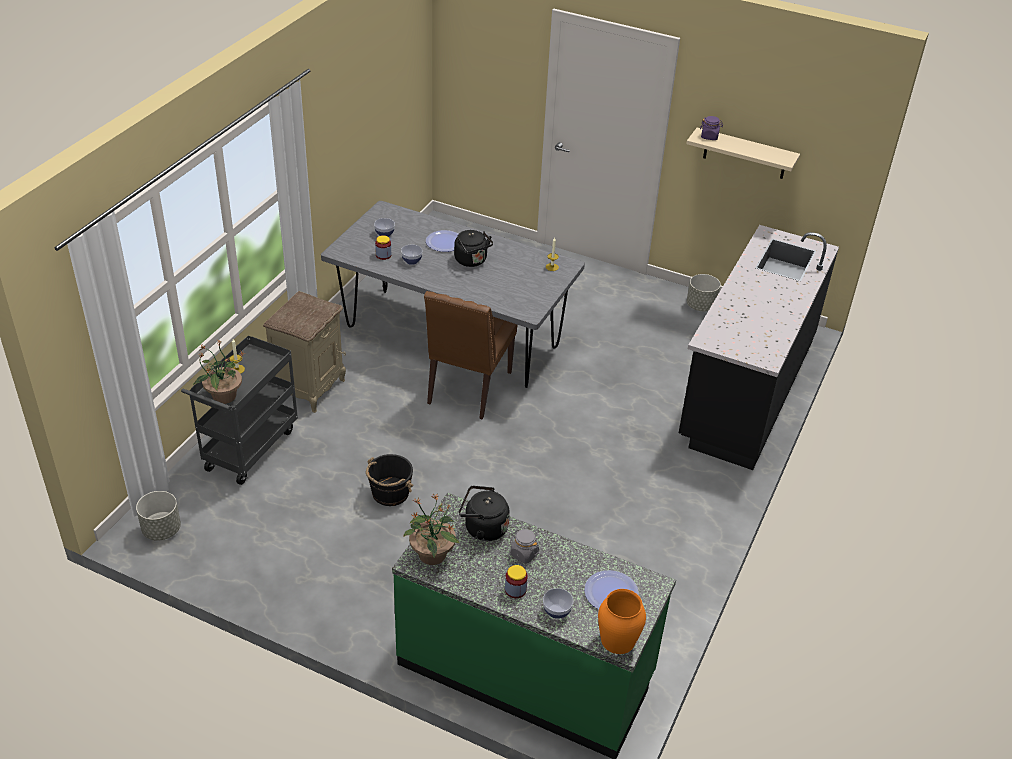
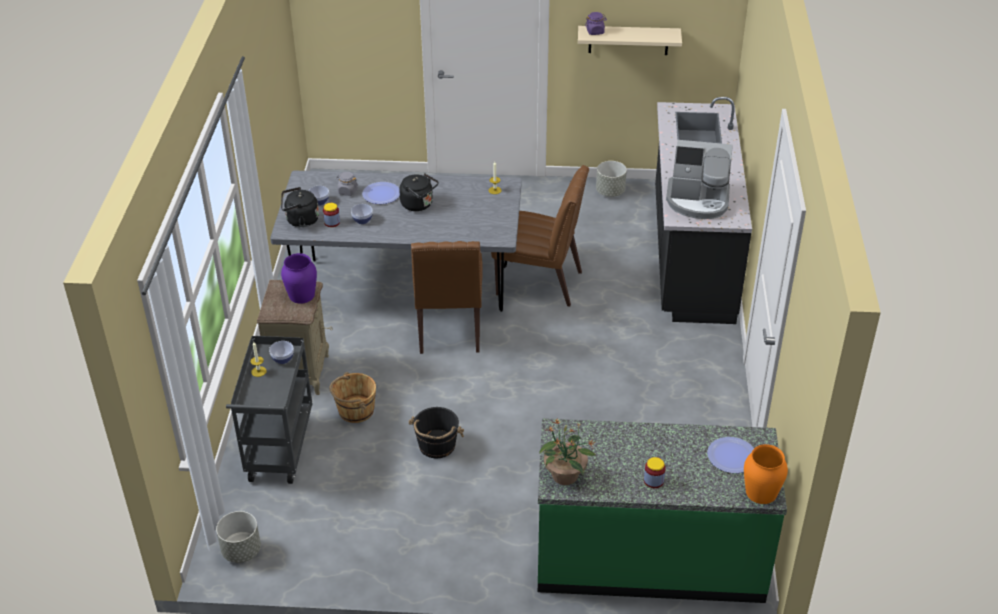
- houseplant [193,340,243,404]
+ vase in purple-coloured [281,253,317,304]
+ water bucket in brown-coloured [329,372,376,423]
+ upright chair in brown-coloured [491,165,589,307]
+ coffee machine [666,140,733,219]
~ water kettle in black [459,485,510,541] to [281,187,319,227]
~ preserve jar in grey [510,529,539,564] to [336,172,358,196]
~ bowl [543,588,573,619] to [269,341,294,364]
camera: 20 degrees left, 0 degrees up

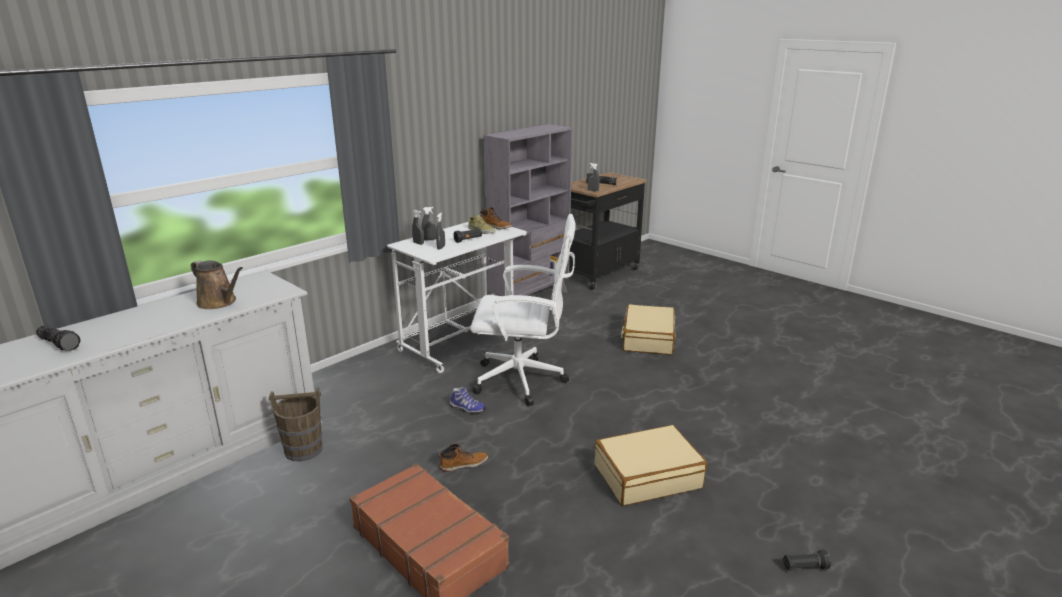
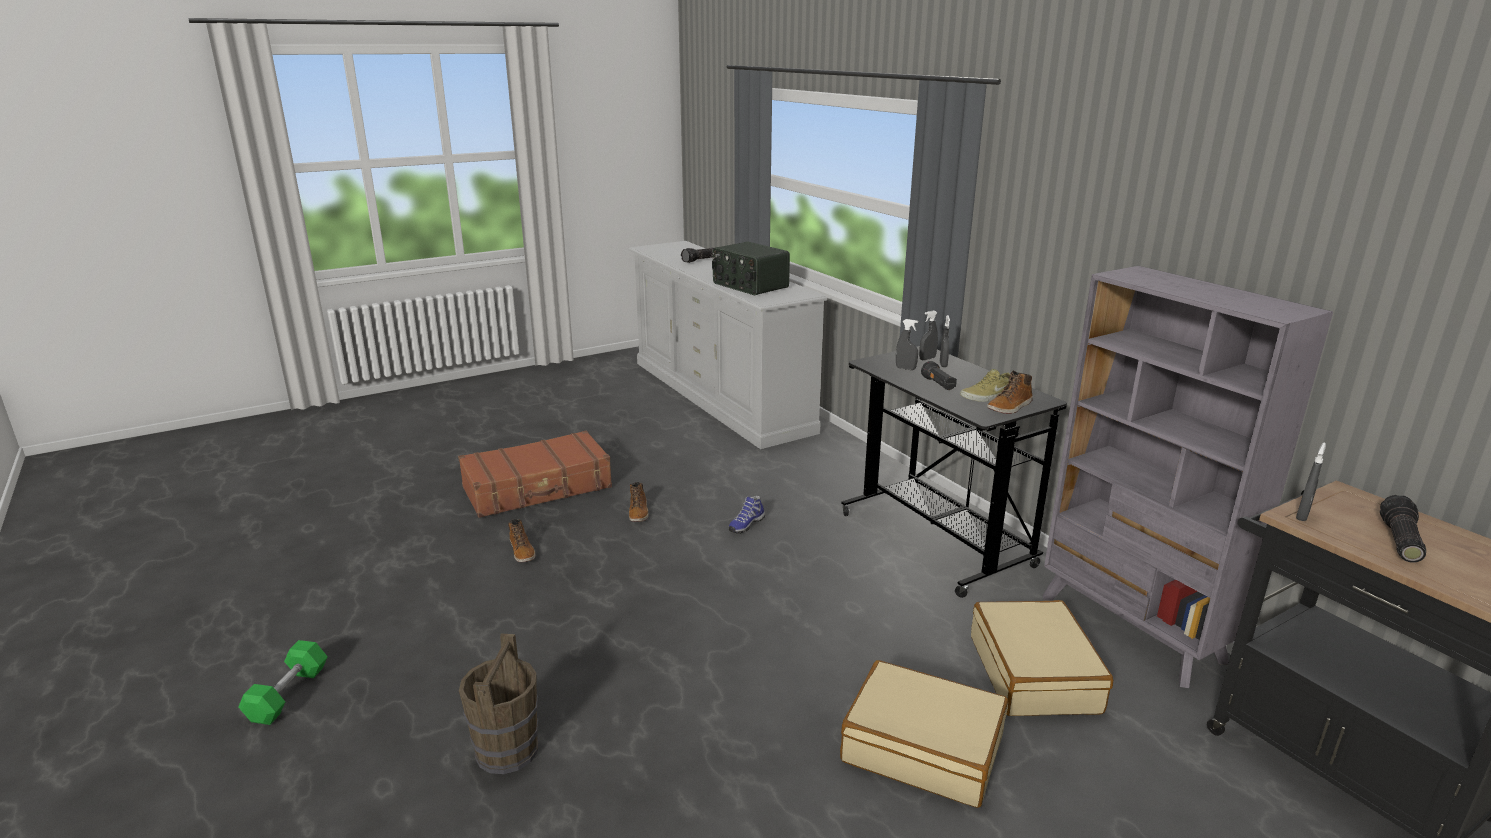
- computer chair in white-coloured [470,214,575,406]
+ tall boot [508,519,536,562]
~ water bucket in brown-coloured [269,387,323,461] to [459,634,539,774]
~ piece of luggage in beige-coloured [595,425,707,506] to [971,600,1113,716]
~ watering can in brown-coloured [191,260,243,309] to radio set [712,242,790,295]
~ flashlight in black [783,550,831,571] to dumbbell in greenish [239,640,328,725]
~ desk unit in white-coloured [387,222,527,373] to desk unit in black [841,346,1067,598]
camera: 105 degrees right, 0 degrees up

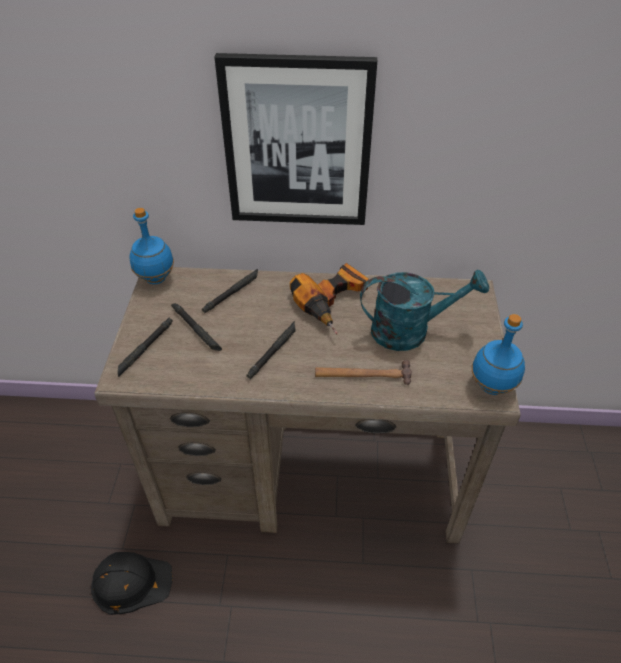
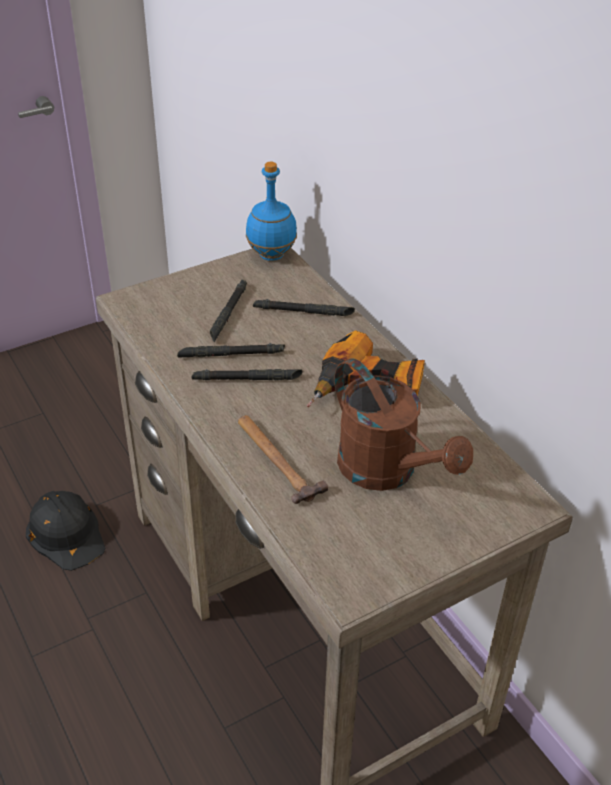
- wall art [214,53,377,225]
- drink bottle in bluish [472,314,525,395]
~ flashlight in black [118,318,173,377] to [177,343,285,357]
~ watering can in blue-green [360,269,489,351] to watering can in brown-coloured [334,359,473,491]
camera: 55 degrees right, 5 degrees down

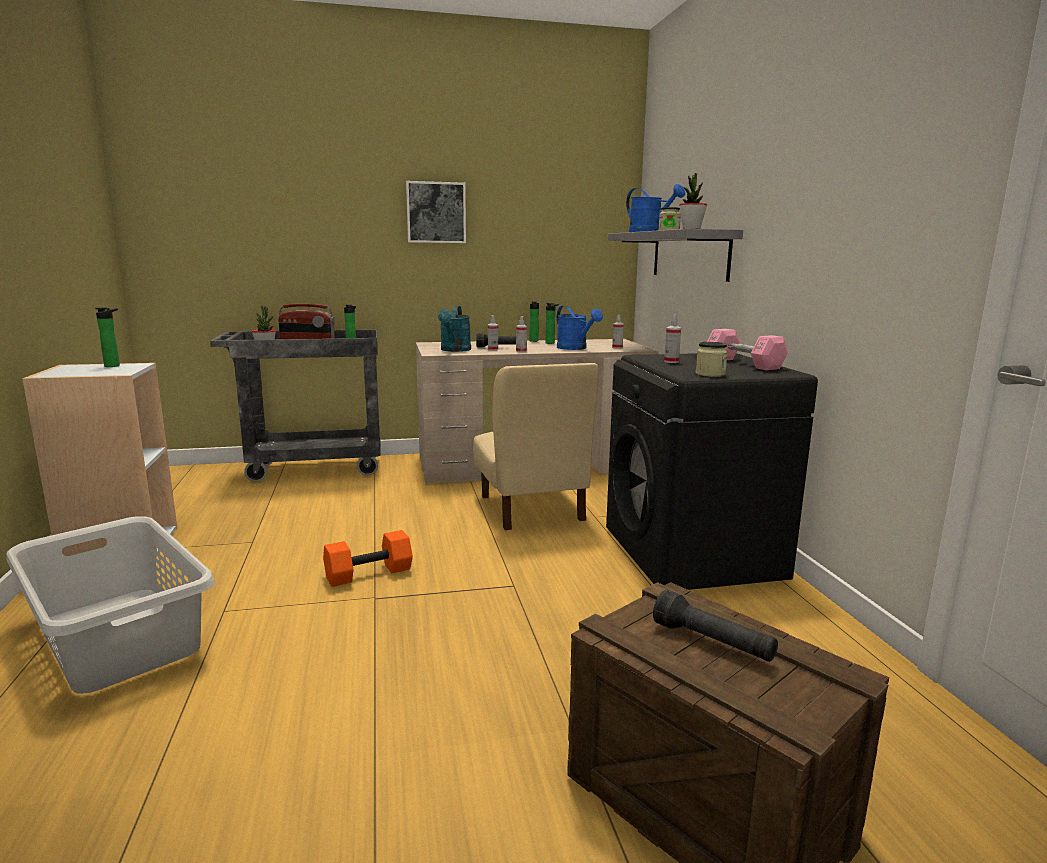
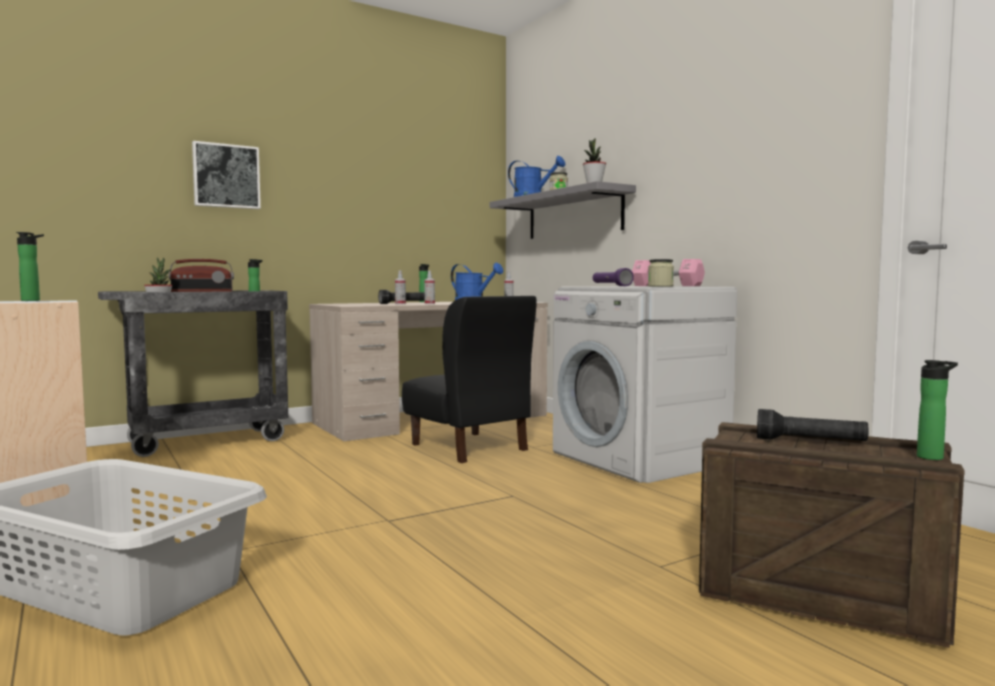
- dumbbell in orange [323,530,413,587]
- watering can in blue-green [438,306,471,352]
~ wall art [406,181,466,243] to [192,141,261,209]
~ drink bottle [545,303,559,344] to [917,360,958,460]
~ sprayer [664,315,681,363] to flashlight in purple-coloured [593,268,634,286]
~ upright chair in beige-coloured [473,363,598,530] to upright chair in black [402,296,537,463]
~ laundry machine in black [606,353,818,590] to laundry machine in white-coloured [553,286,737,483]
camera: 20 degrees left, 10 degrees down

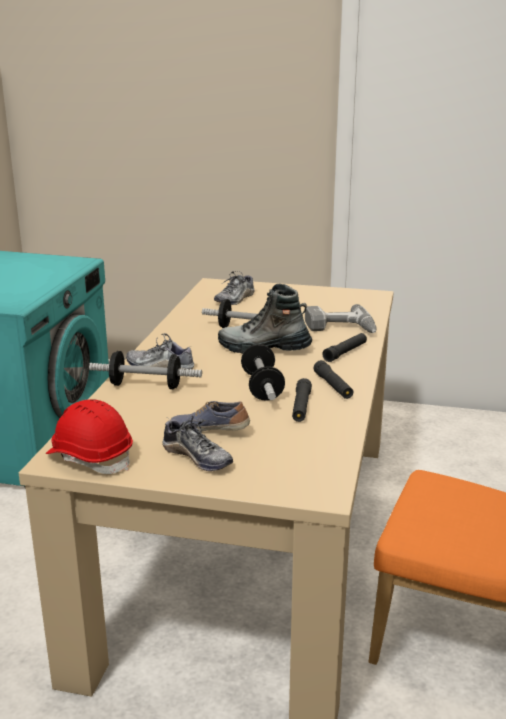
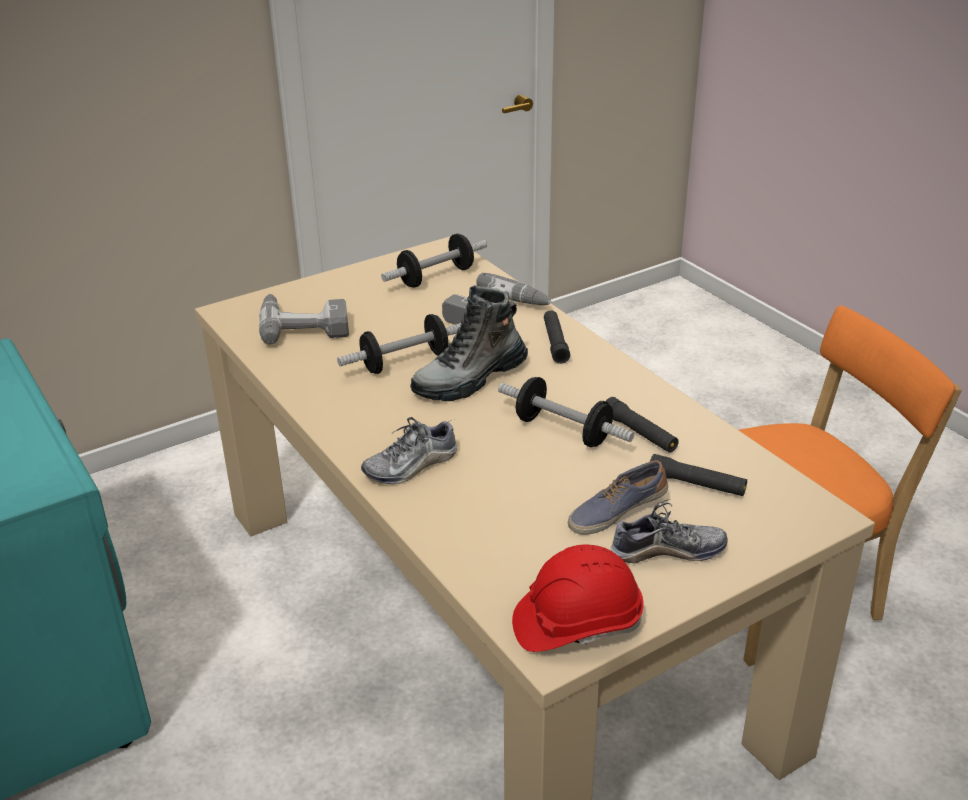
~ dumbbell [89,351,202,389] to [381,233,487,288]
~ flashlight in black [314,360,353,399] to [650,454,747,496]
~ low shoe [214,271,254,305] to power drill [259,294,349,344]
camera: 45 degrees left, 10 degrees up

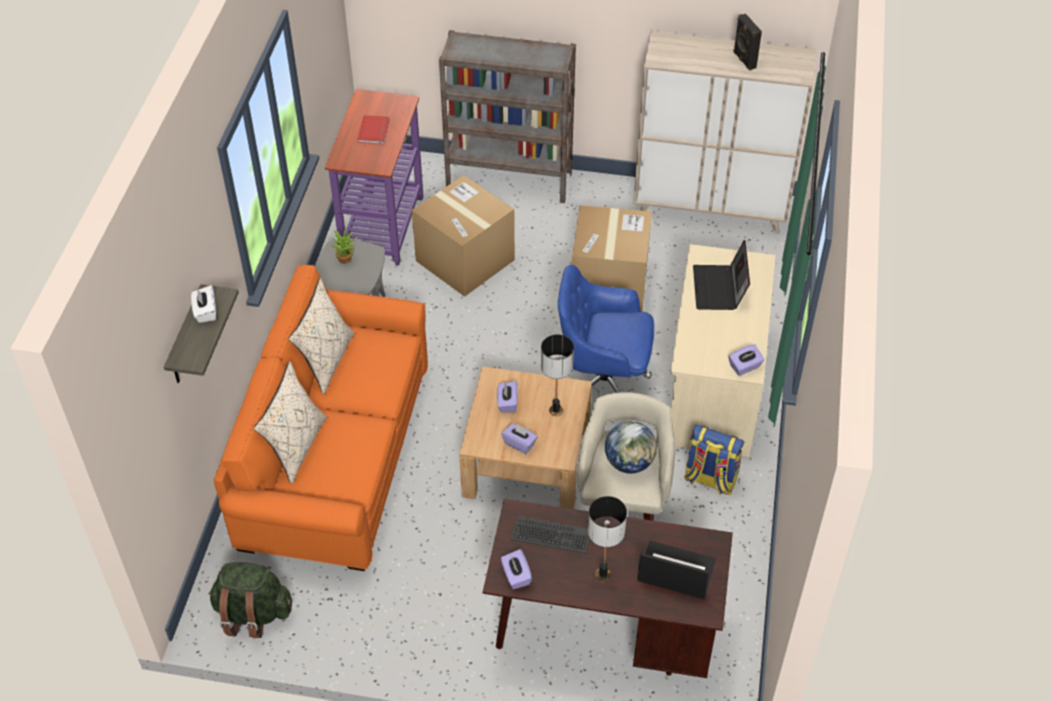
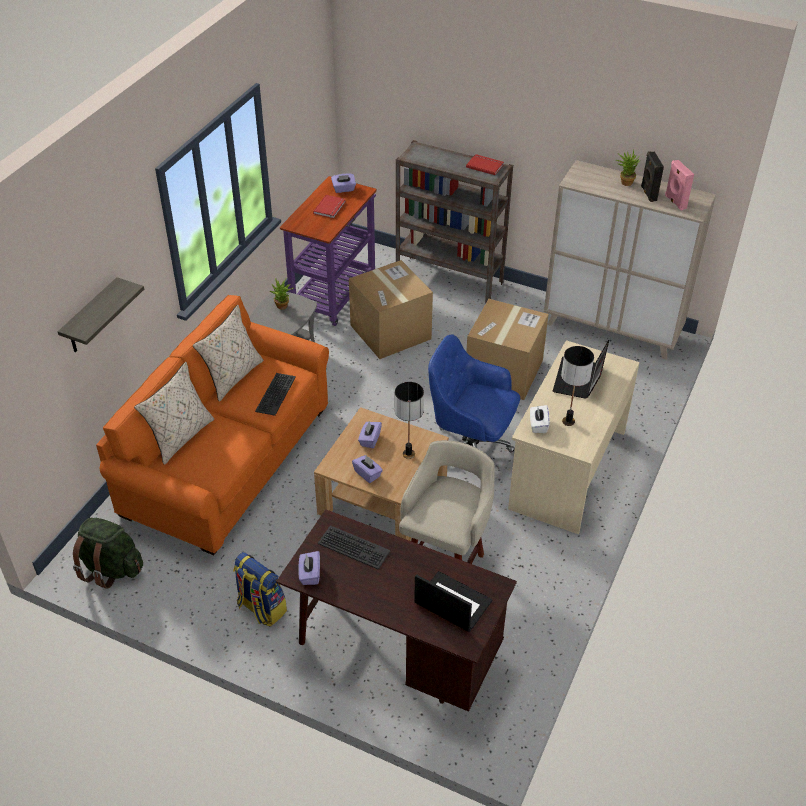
- desk globe [605,421,657,474]
+ PC keyboard [255,373,296,416]
+ book in red-coloured [466,154,504,175]
+ houseplant [616,150,640,186]
+ audio speaker in pink [665,160,694,211]
~ tissue box in white-coloured [191,285,216,323] to [530,405,550,433]
~ lamp for a table [588,496,627,582] to [561,346,594,426]
~ backpack [684,425,744,495] to [233,552,287,627]
~ tissue box in purple-coloured [729,344,765,376] to [331,174,356,193]
camera: 15 degrees right, 5 degrees down

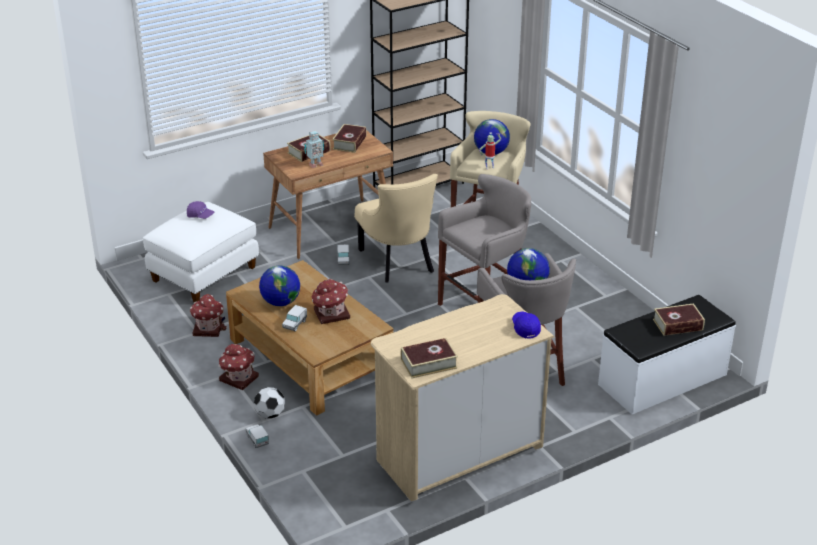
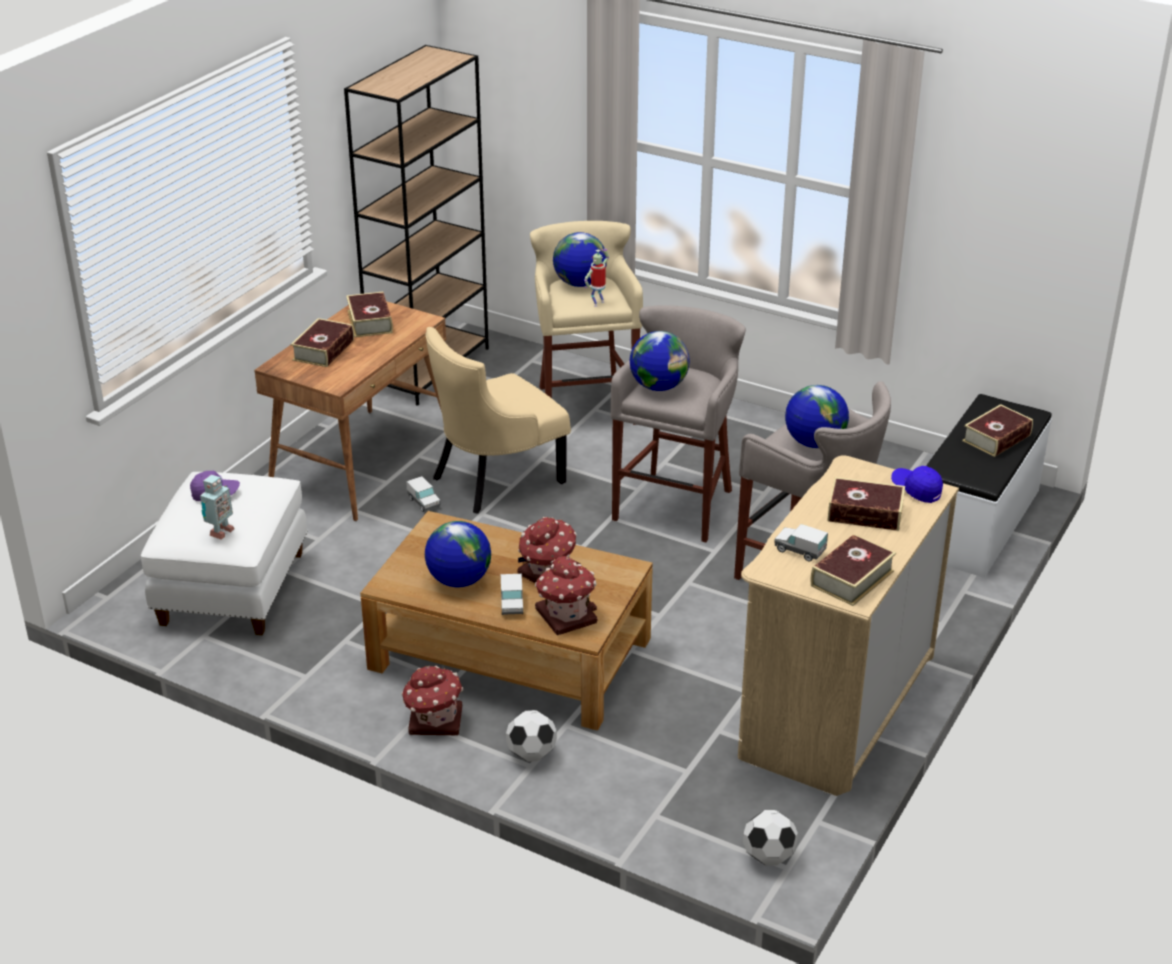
+ desk globe [630,331,690,391]
+ ball for football [743,810,798,866]
+ book [827,477,905,531]
~ miniature house [190,294,227,337] to [535,556,597,636]
~ toy truck [245,424,269,448] to [775,524,828,562]
~ robot figure [304,131,324,168] to [200,475,235,540]
~ upright chair in beige-coloured [354,174,438,283] = [426,327,571,514] 105 degrees clockwise
camera: 30 degrees left, 0 degrees up

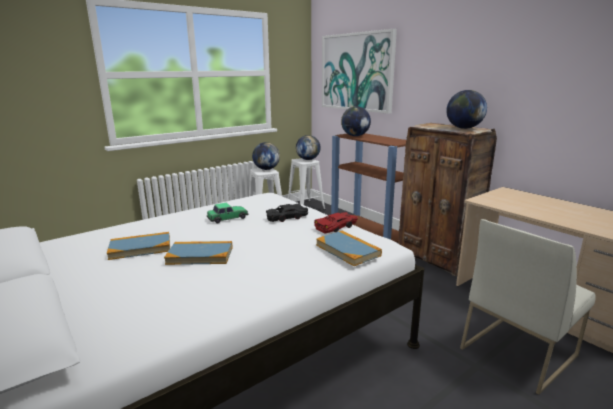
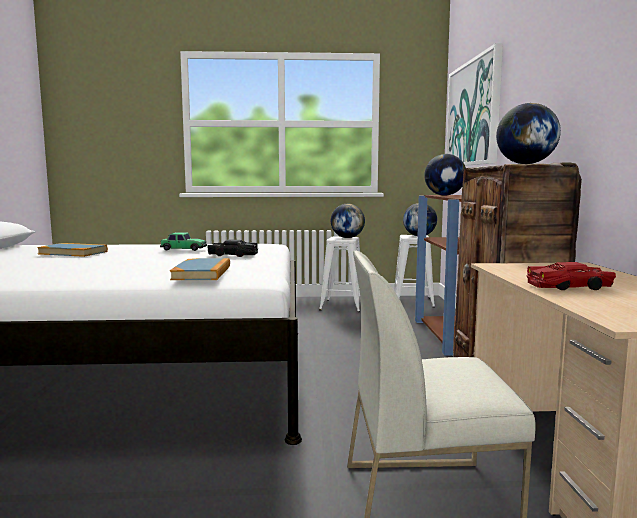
- book [164,241,233,265]
~ miniature car in red-coloured [314,212,358,234] to [526,262,616,290]
camera: 35 degrees right, 10 degrees down

